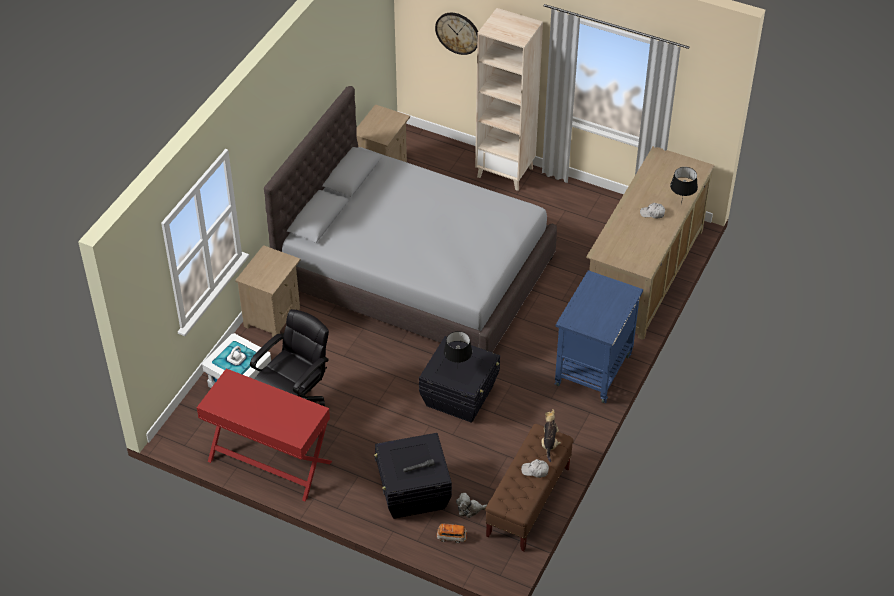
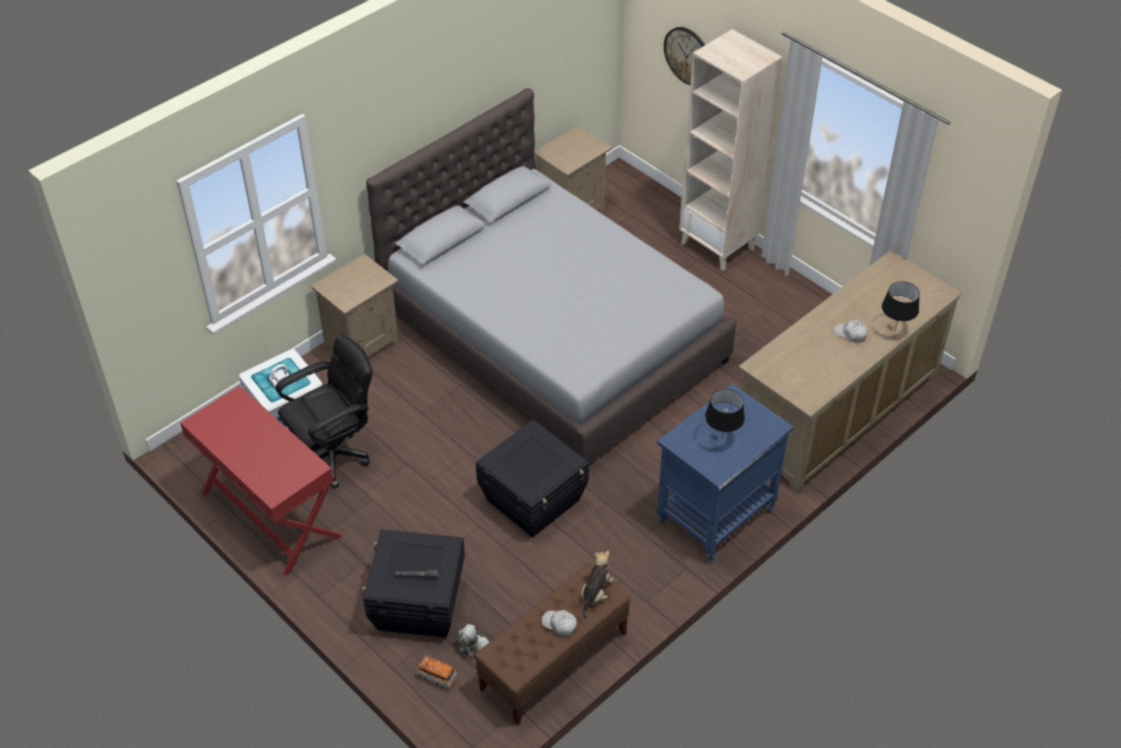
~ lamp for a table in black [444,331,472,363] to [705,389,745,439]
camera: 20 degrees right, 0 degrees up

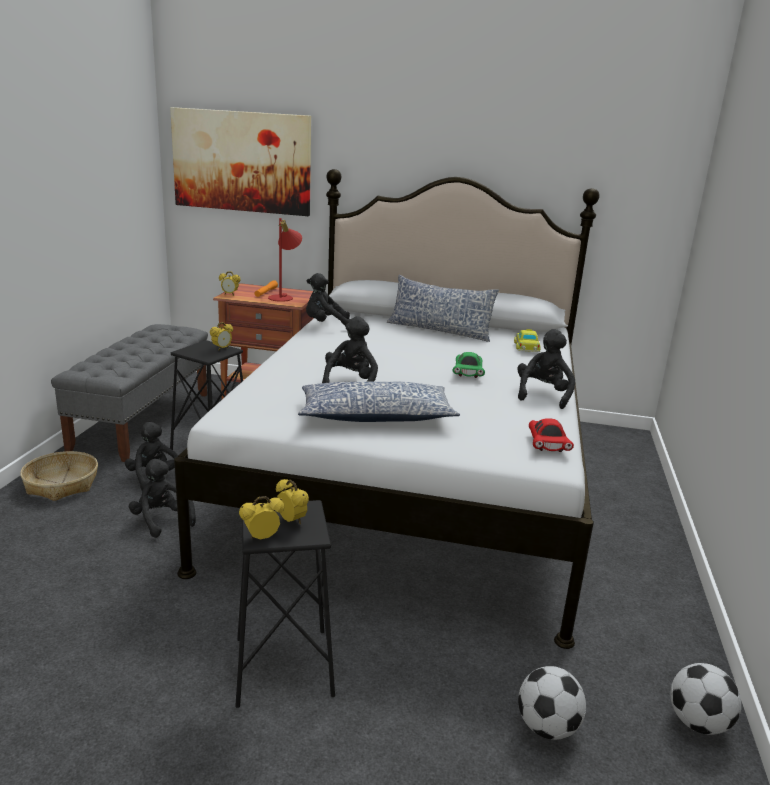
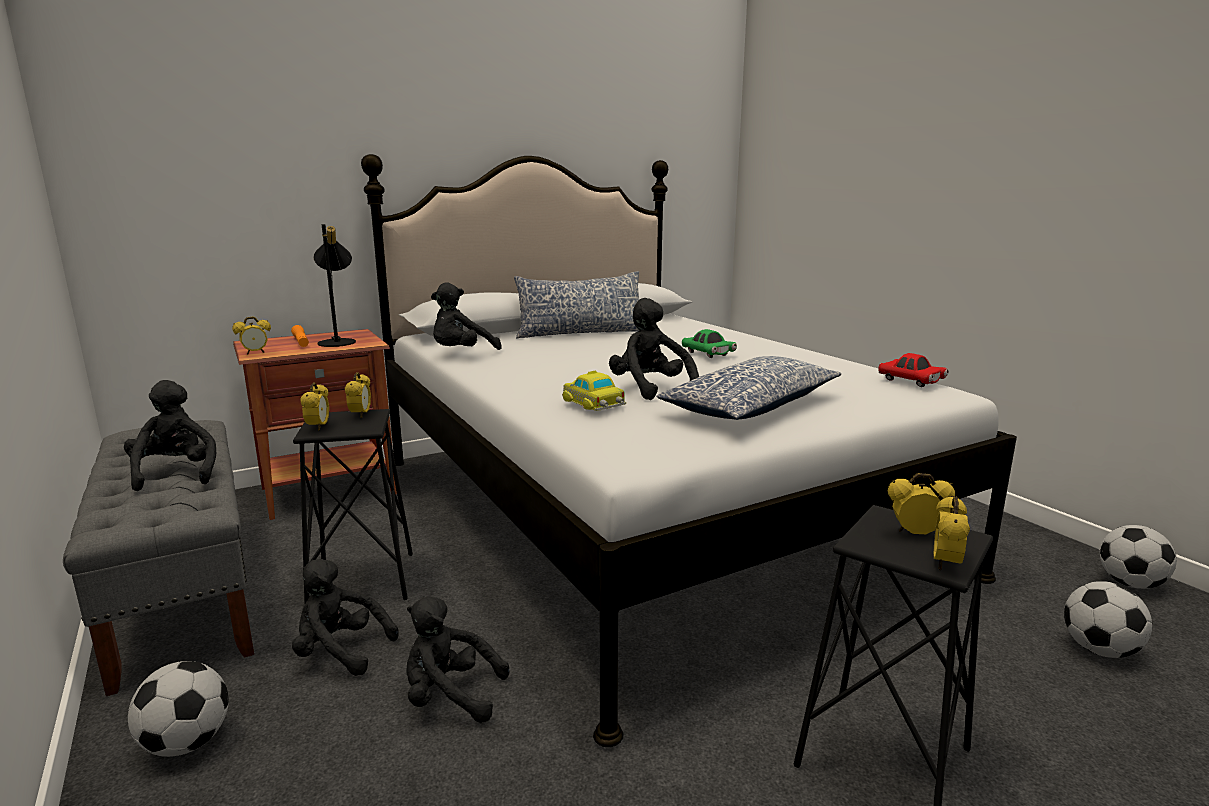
- wall art [170,107,311,216]
+ table clock [300,382,329,430]
~ miniature car [514,329,540,352] to [562,370,626,411]
~ cuddly toy in black [517,329,575,409] to [124,380,216,491]
~ basket [20,451,98,501] to ball for football [128,661,229,757]
~ lamp for a table in red-coloured [268,218,302,302] to lamp for a table in black [314,224,356,347]
camera: 40 degrees left, 5 degrees down

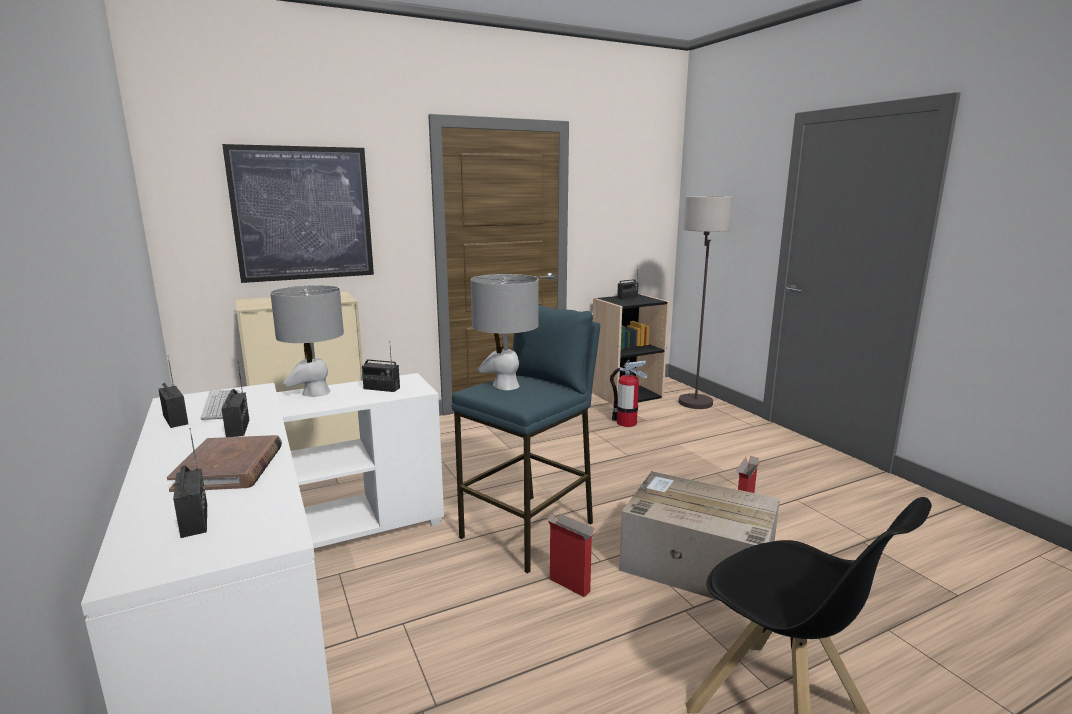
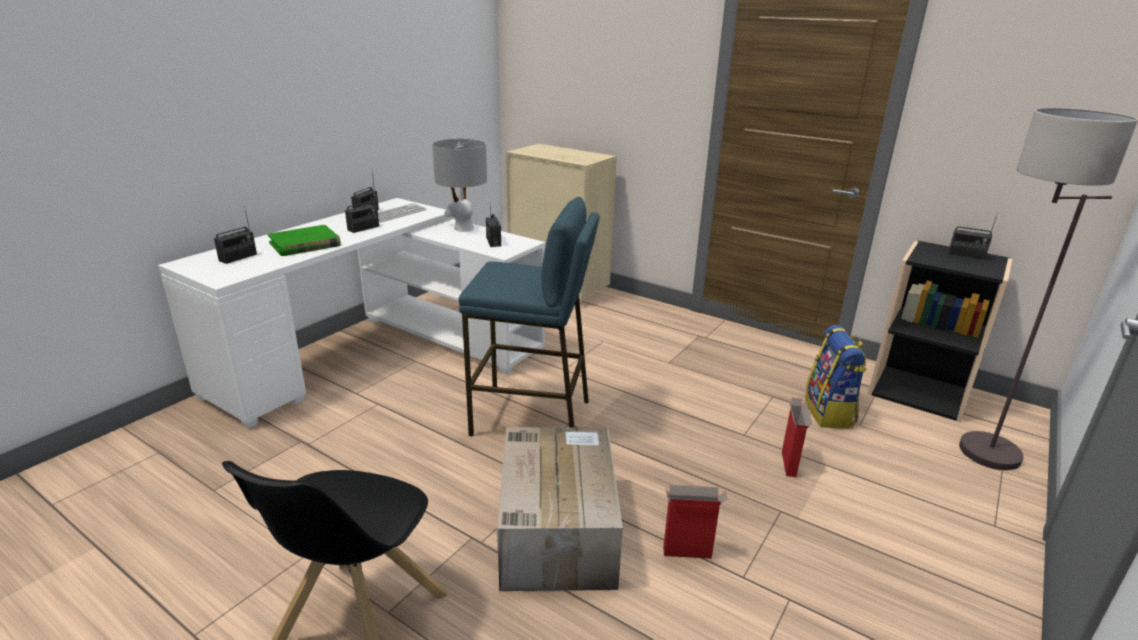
- wall art [222,144,374,283]
- lamp for a table in grey [471,274,539,390]
~ carton [548,513,594,597] to [782,398,812,477]
~ fire extinguisher [610,360,647,427] to backpack [805,325,867,429]
~ book in brown-coloured [167,435,282,492] to book in greenish [268,225,341,256]
camera: 60 degrees right, 10 degrees up

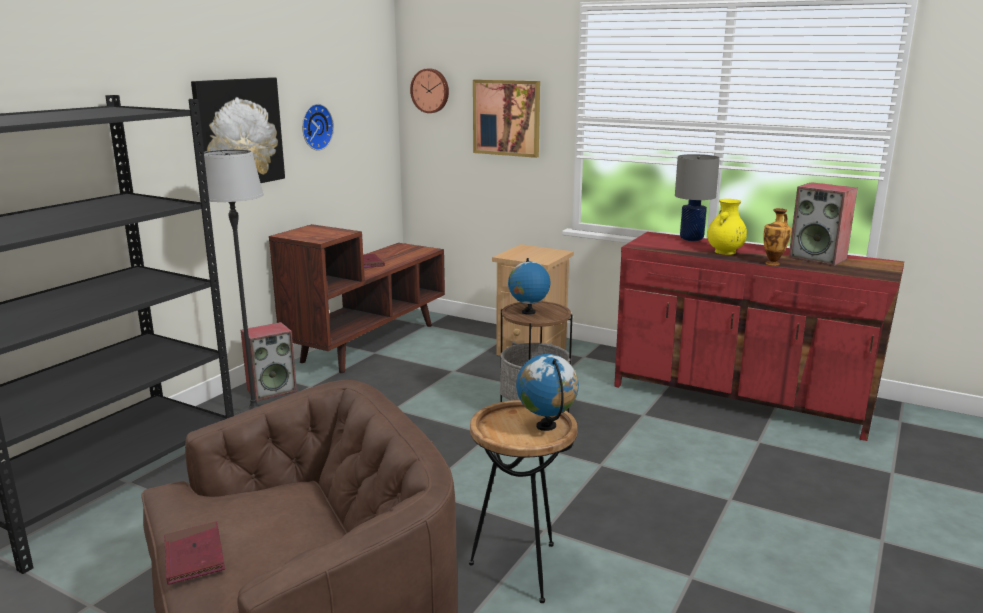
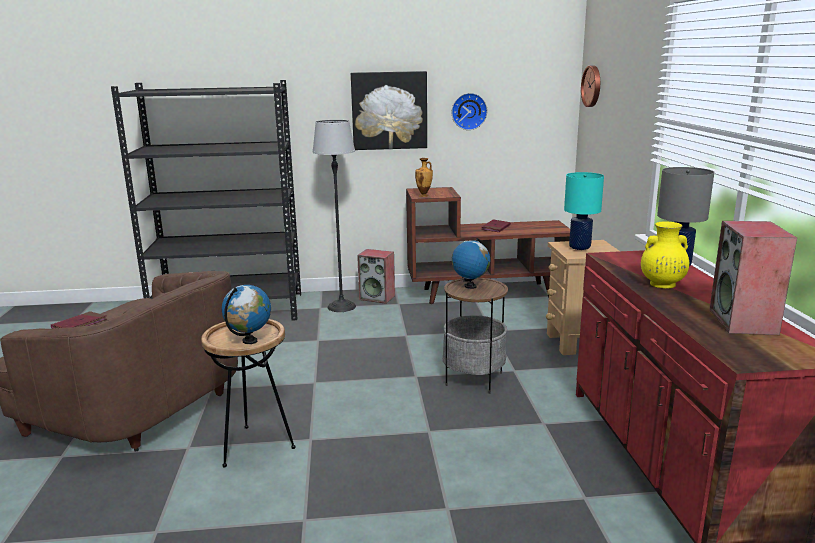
- wall art [473,79,540,158]
+ lamp for a table in blue-green [564,172,604,250]
~ vase [763,208,792,266] to [415,158,433,197]
camera: 55 degrees right, 0 degrees up

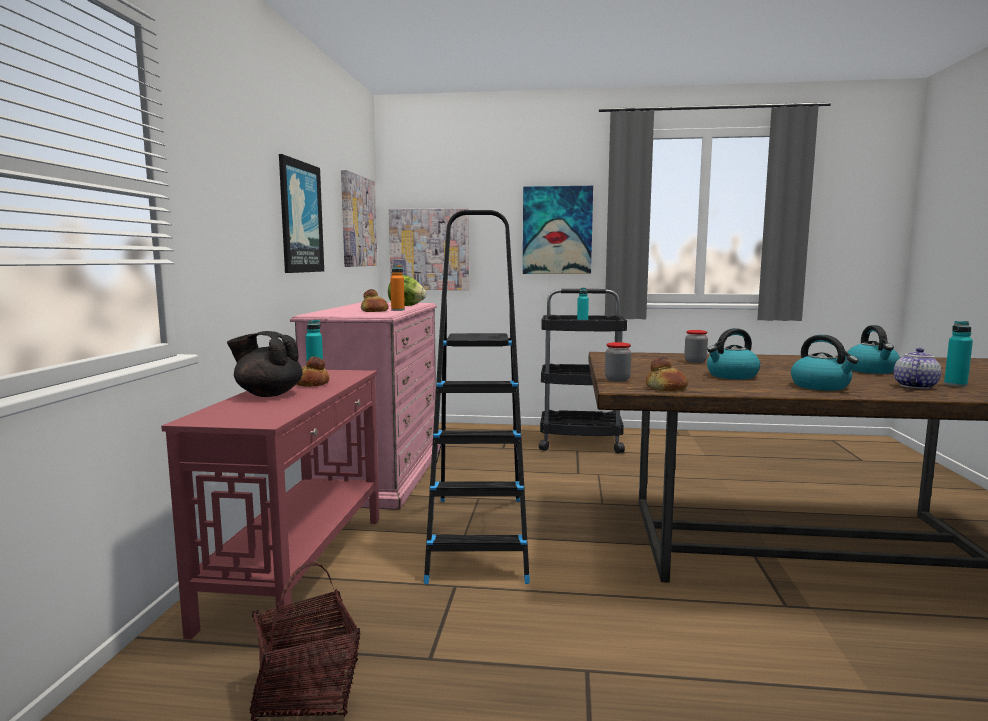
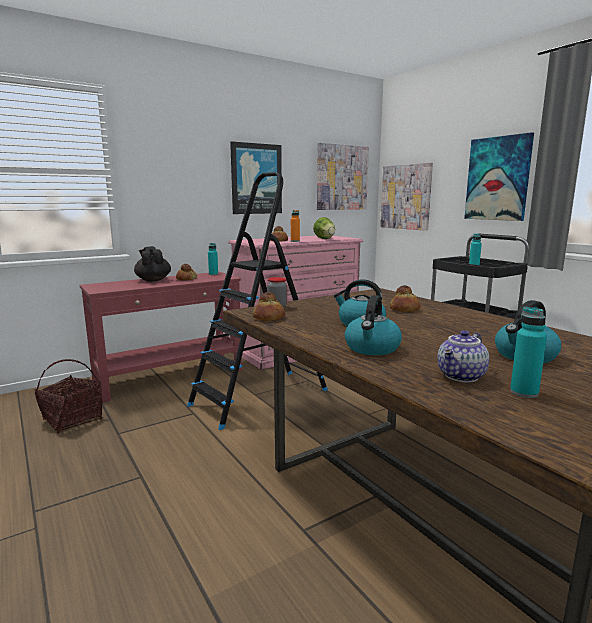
~ preserve jar [684,330,708,363] to bread [390,285,421,312]
~ pot for tea [894,348,941,389] = [437,330,489,382] 135 degrees clockwise
camera: 50 degrees right, 5 degrees up

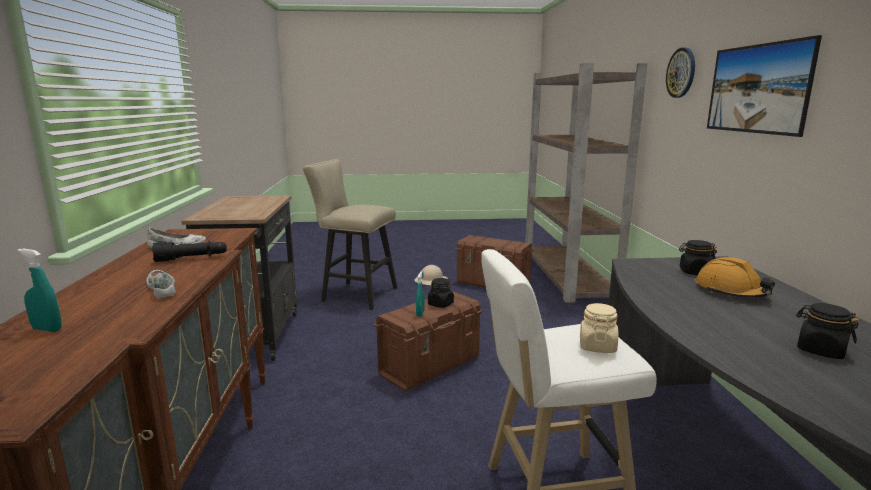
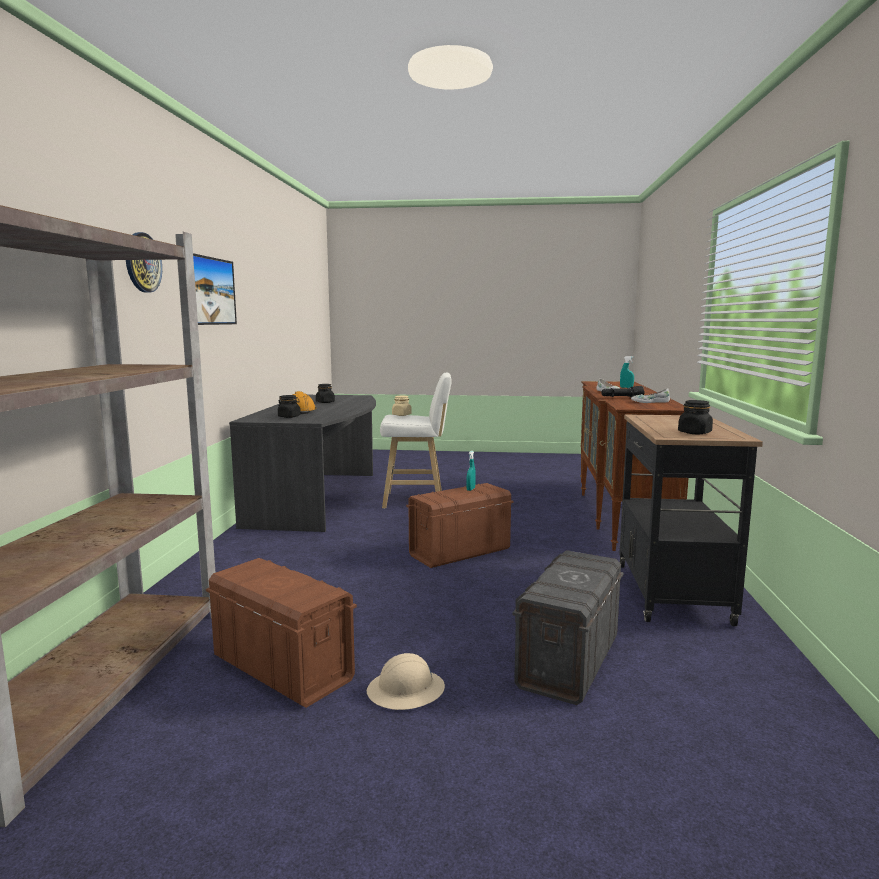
~ preserve jar in black [428,278,454,308] to [678,400,713,434]
~ sitting stool in beige-coloured [303,159,397,310] to storage box in grey [512,550,624,705]
camera: 170 degrees left, 5 degrees down

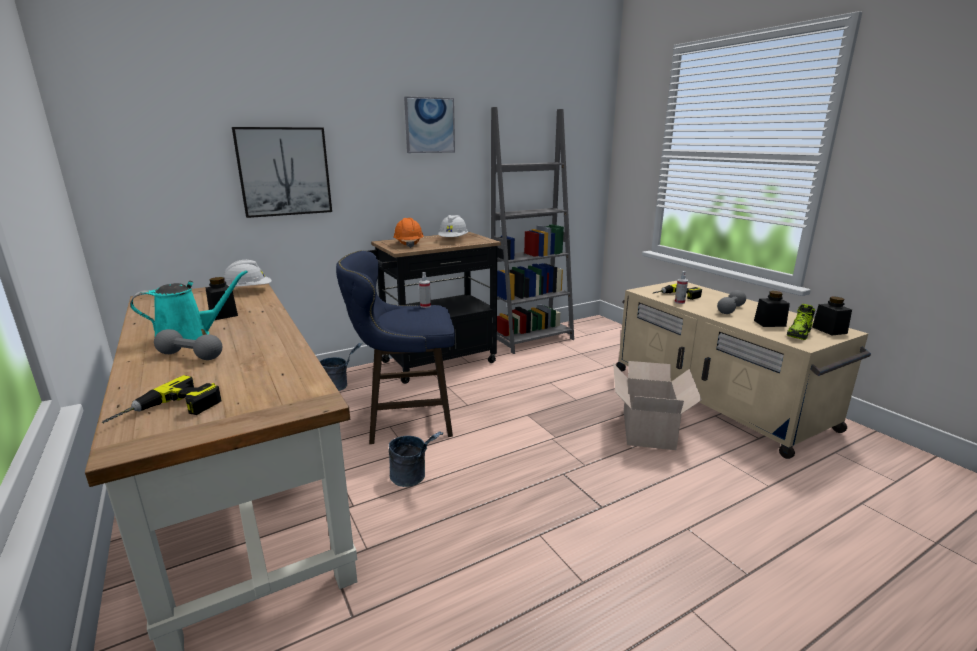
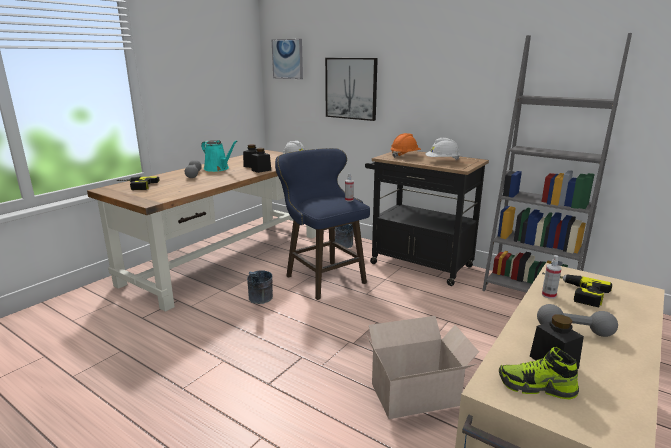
~ wall art [404,96,455,153] to [272,39,303,79]
~ preserve jar in black [812,297,852,336] to [251,148,271,173]
camera: 65 degrees right, 0 degrees up

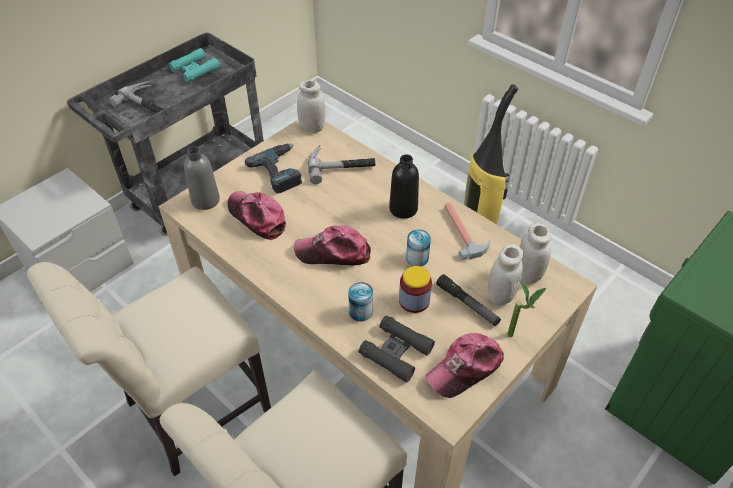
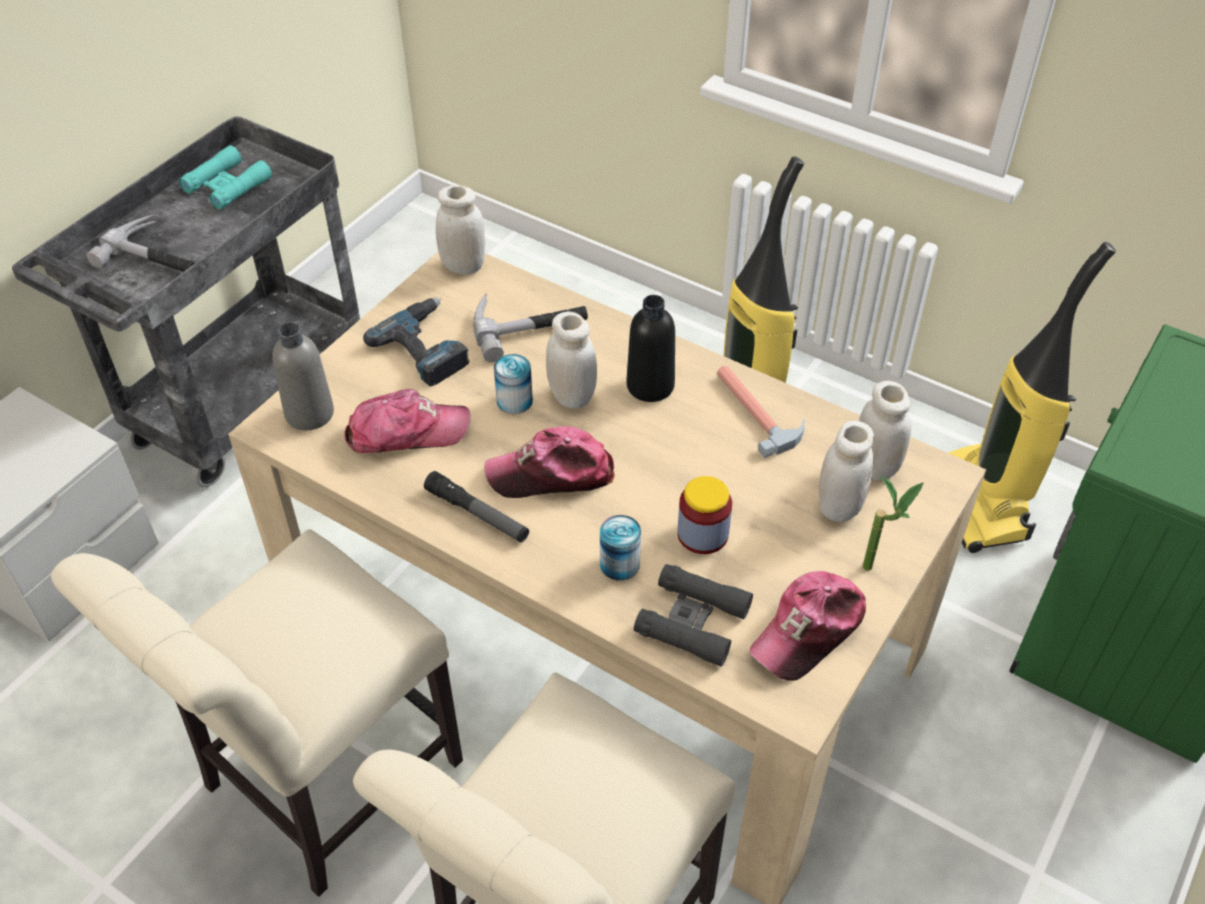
+ preserve jar in white-coloured [546,312,597,409]
+ hoover [949,242,1116,553]
~ sealed can [406,229,431,267] to [494,354,533,414]
~ flashlight [436,274,501,326] to [424,471,529,542]
~ cap [227,191,286,240] = [345,389,470,453] 135 degrees clockwise
camera: 10 degrees left, 0 degrees up

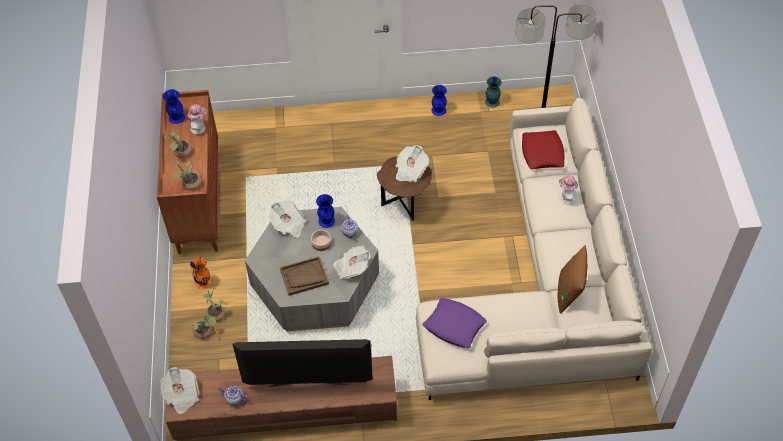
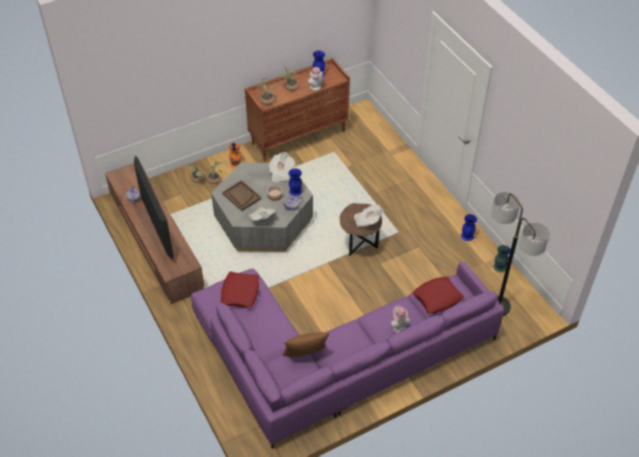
- newspaper [160,367,199,414]
~ settee in beige-coloured [416,98,652,400] to settee in purple-coloured [191,261,504,449]
~ throw pillow in purple-coloured [422,298,487,349] to throw pillow in red-coloured [221,272,259,309]
camera: 65 degrees right, 5 degrees down

